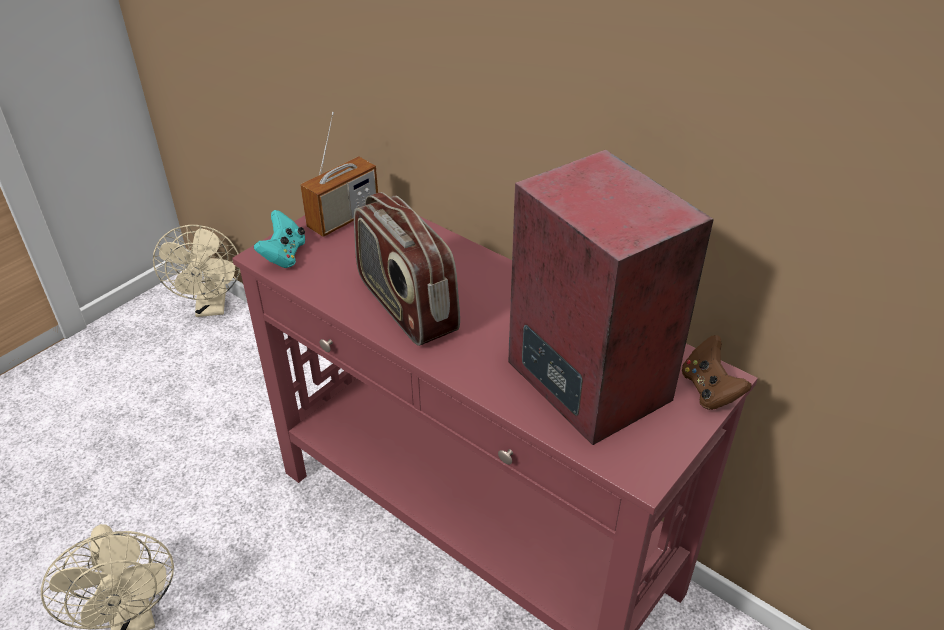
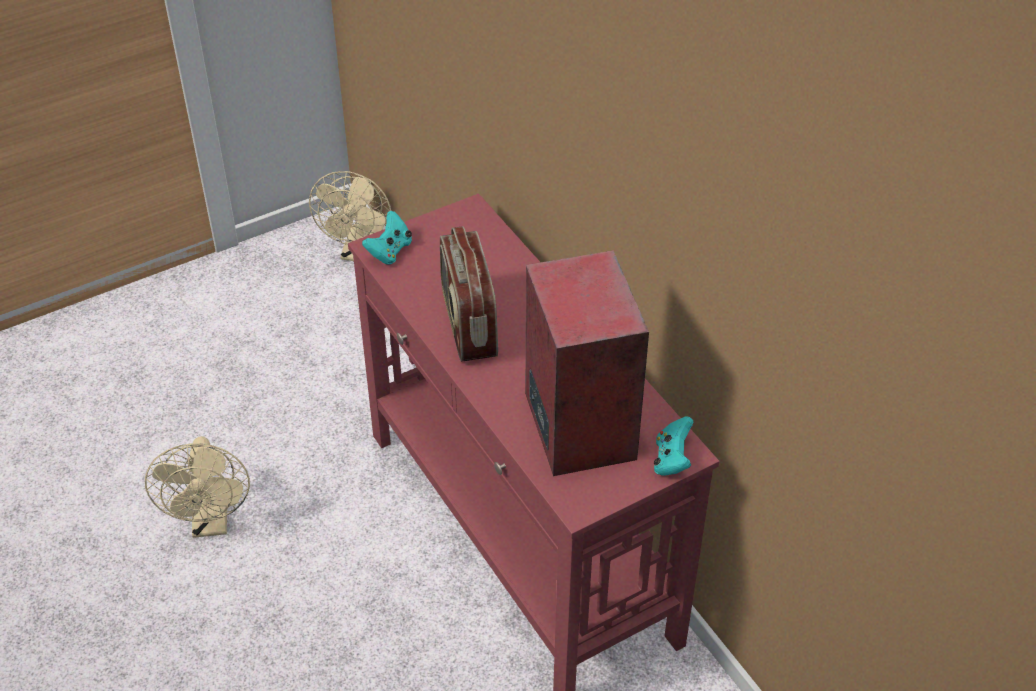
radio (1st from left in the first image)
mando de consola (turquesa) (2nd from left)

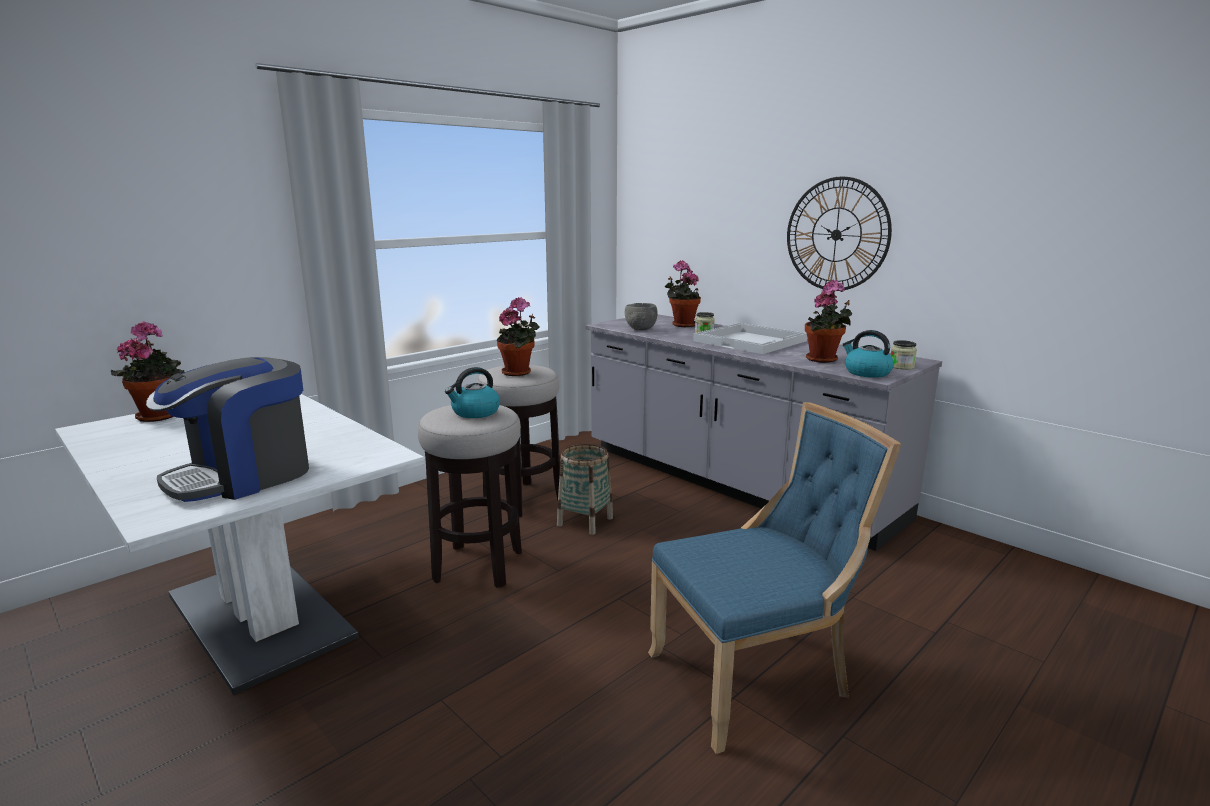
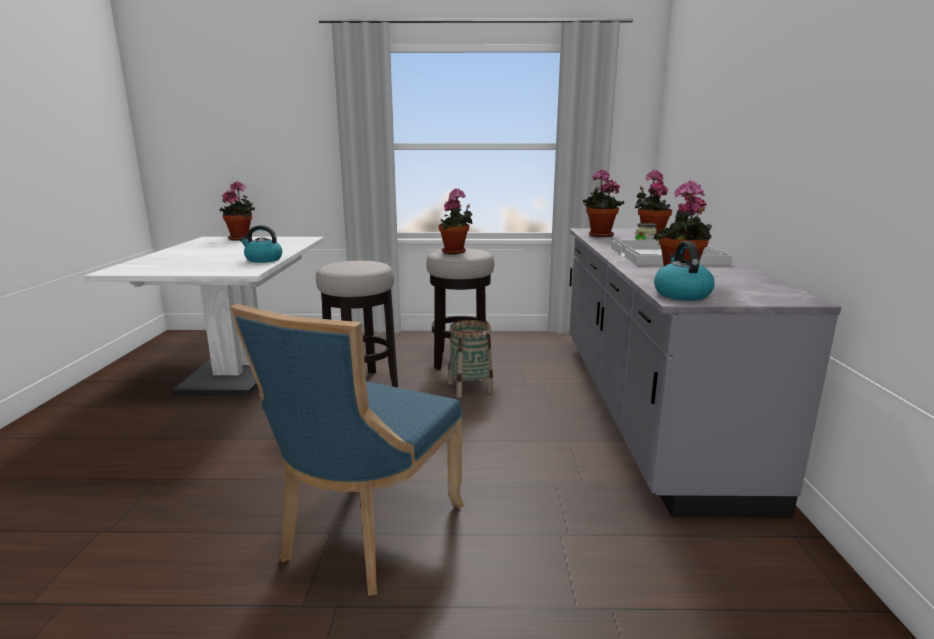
reloj de pared
planta en maceta (3rd from left)
tarro (2nd from left in the first image)
cafetera
hervidor (1st from left)
silla (azul)

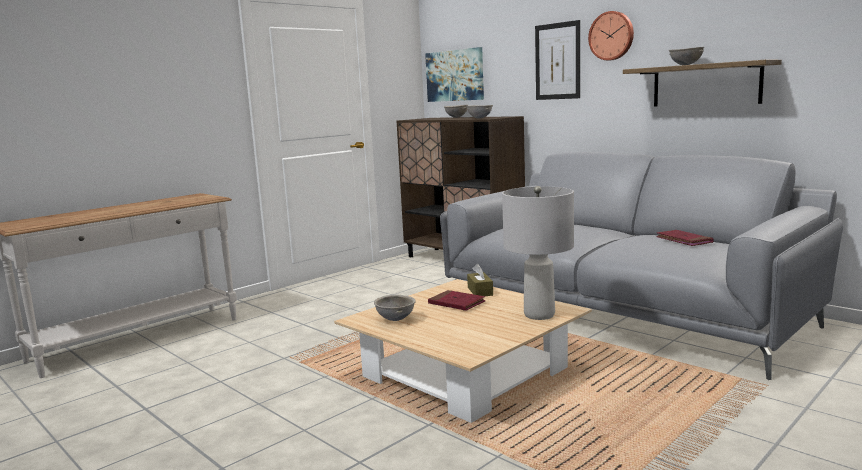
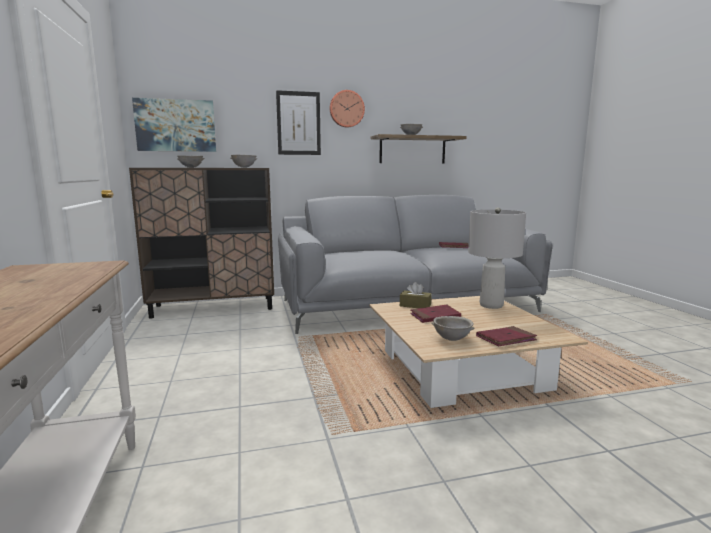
libro (rojo) (3rd from left)

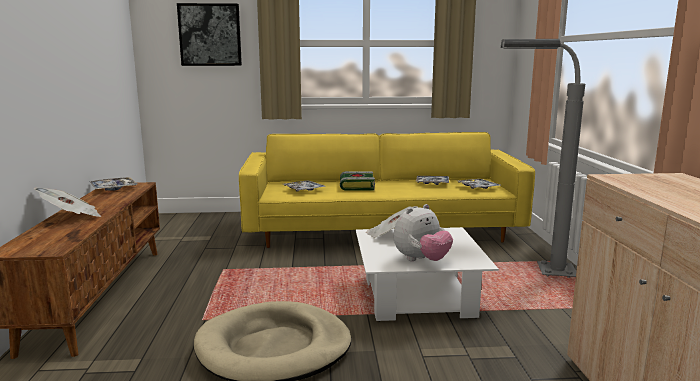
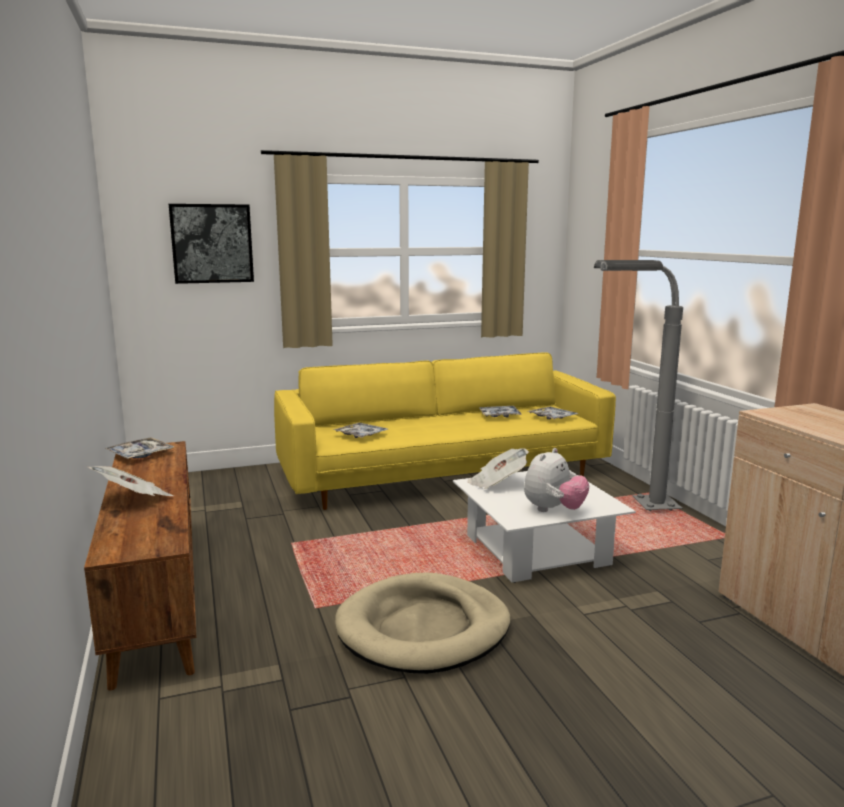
libro

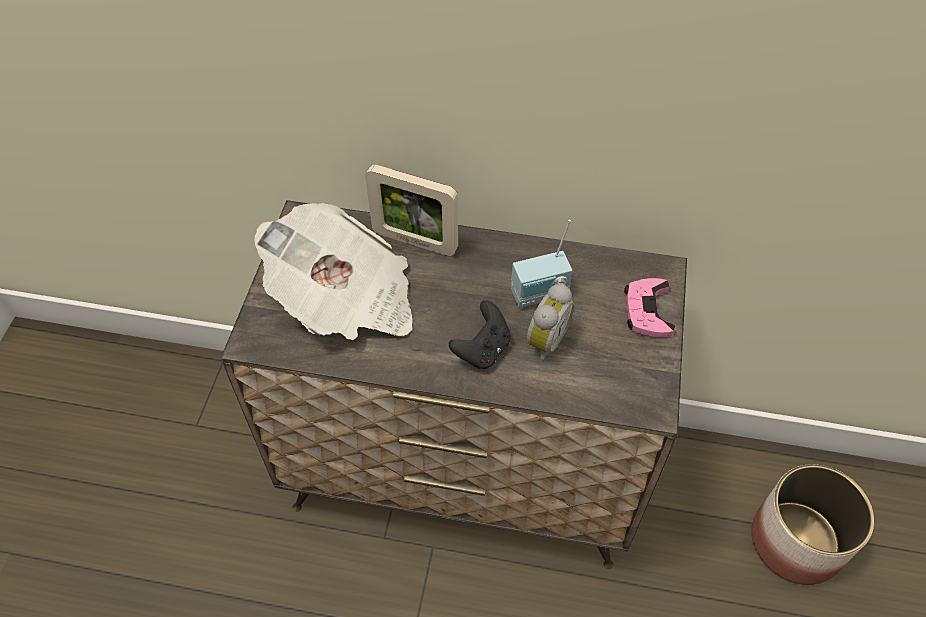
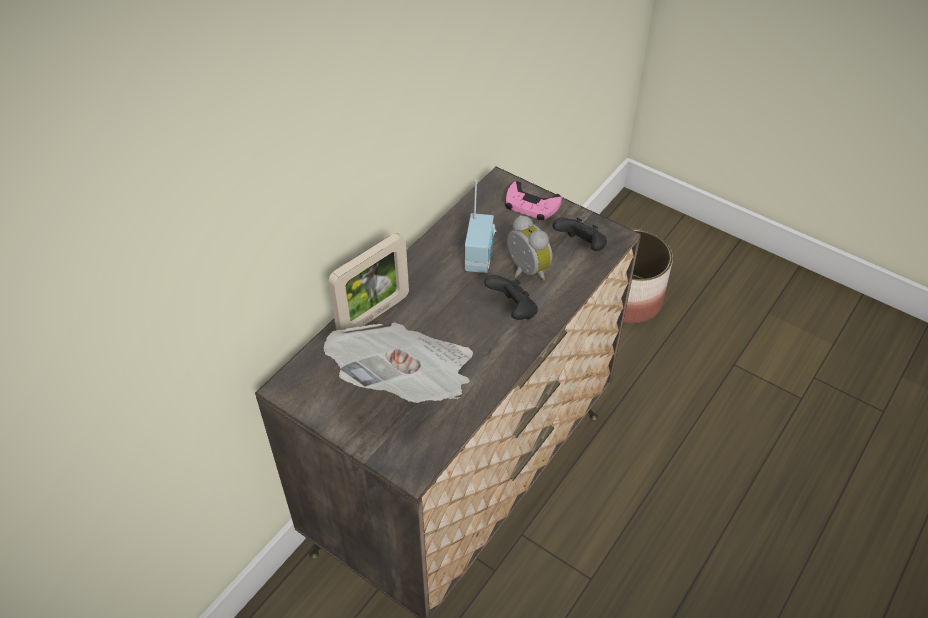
mando de consola (negro) (2nd from left)

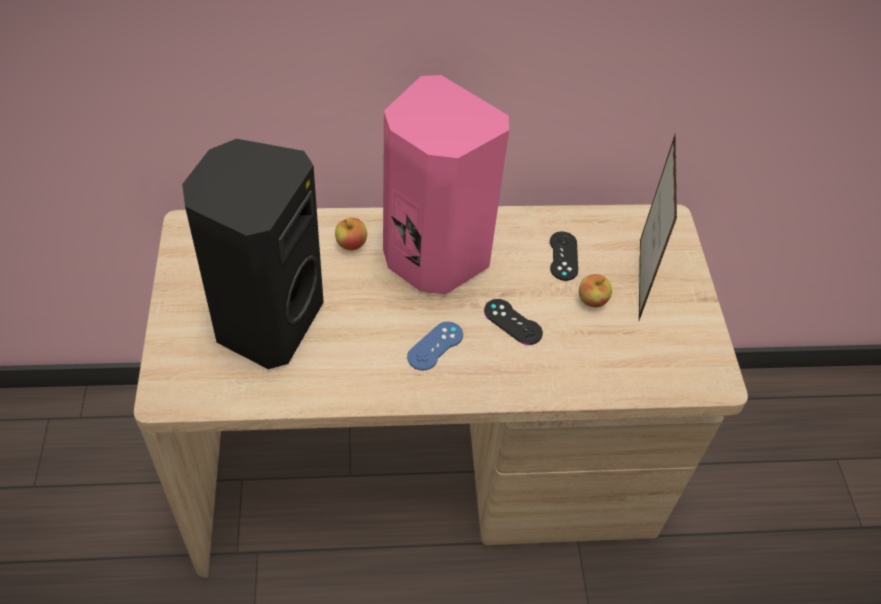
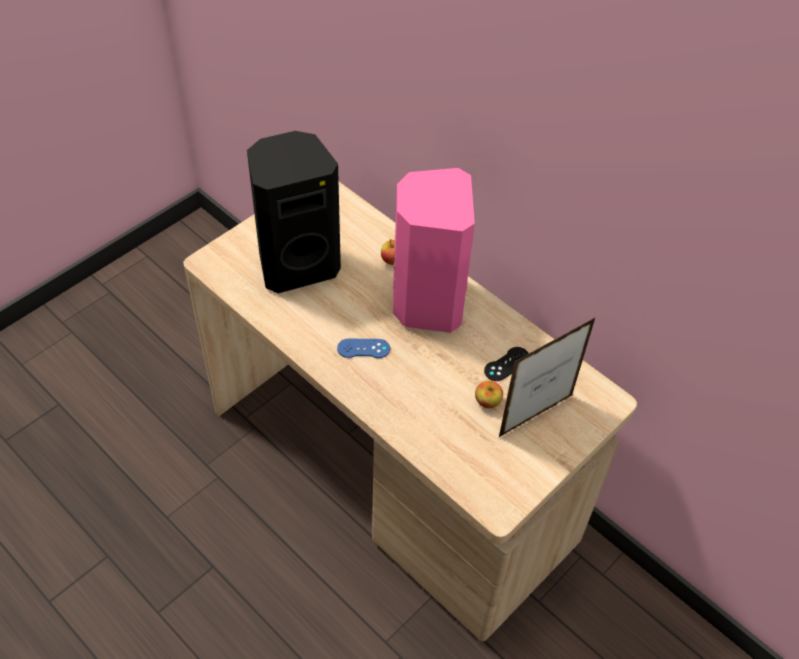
mando de consola (negro) (1st from left in the first image)

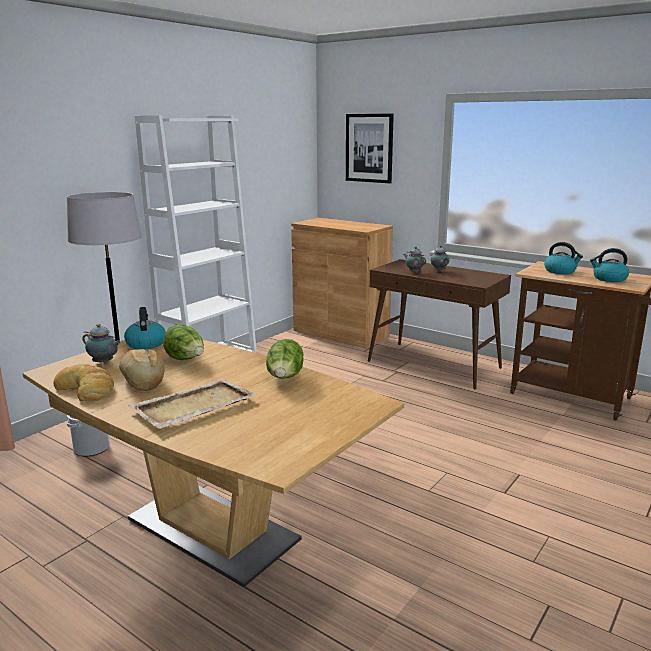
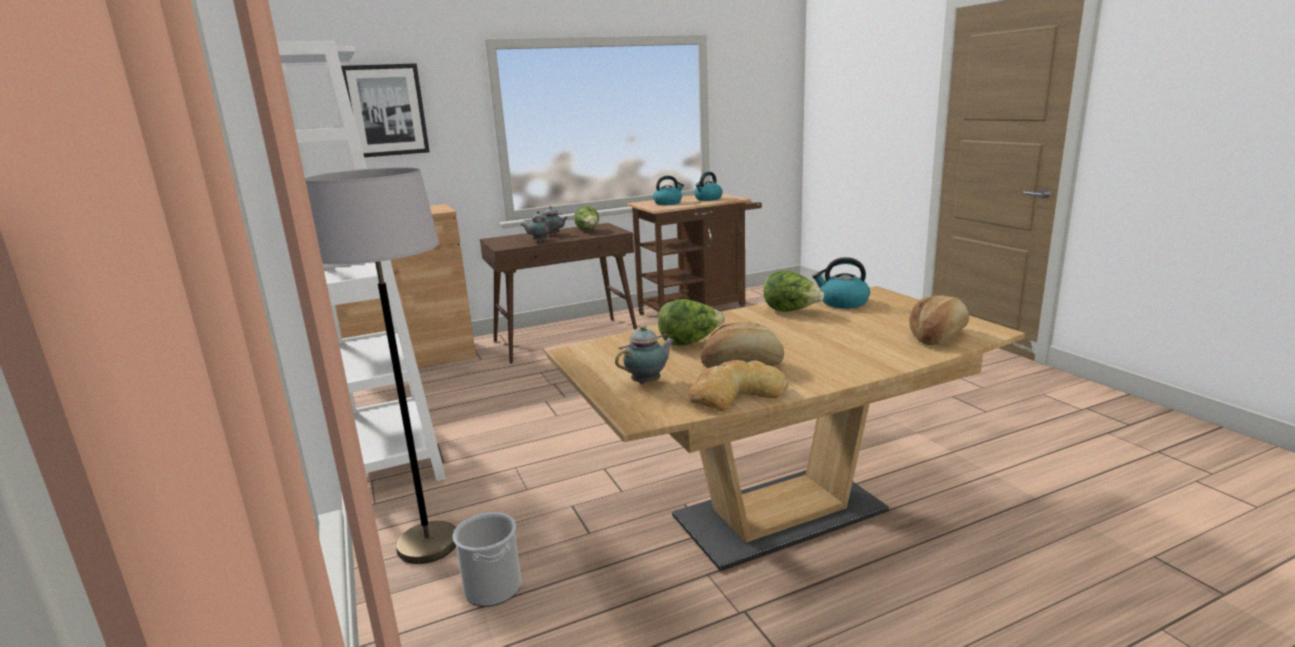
hervidor (3rd from left)
bandeja (beis)
lechuga (1st from left)
pan (3rd from left)

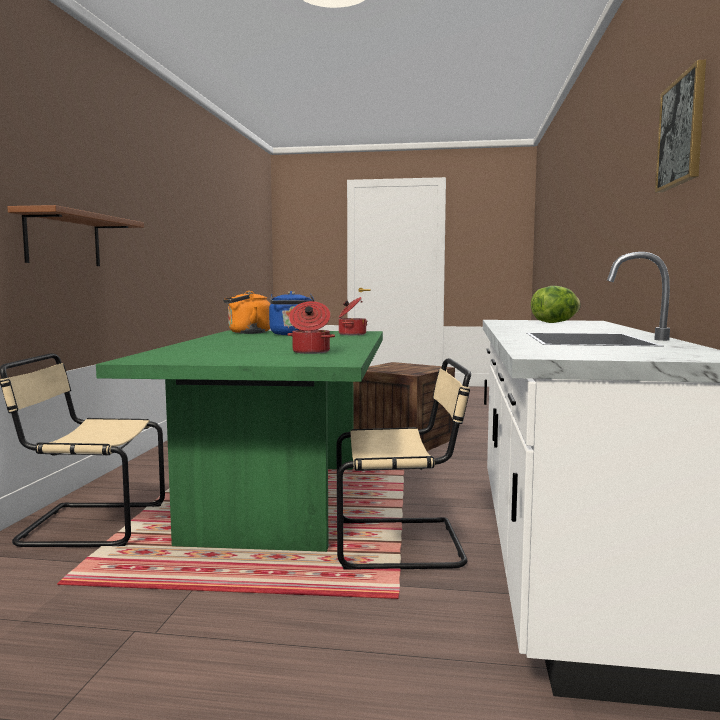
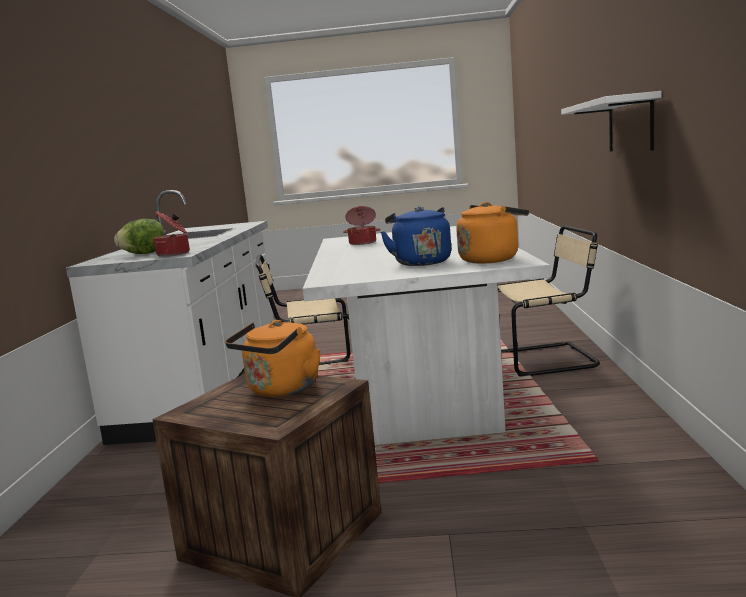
cuadro
estante (blanco)
olla (1st from left)
mesa de comedor (blanco)
hervidor (naranja) (1st from left)

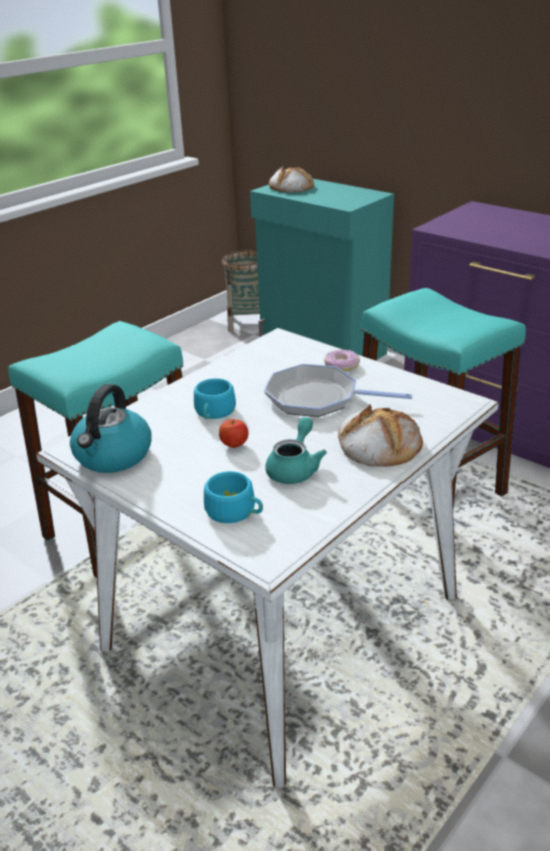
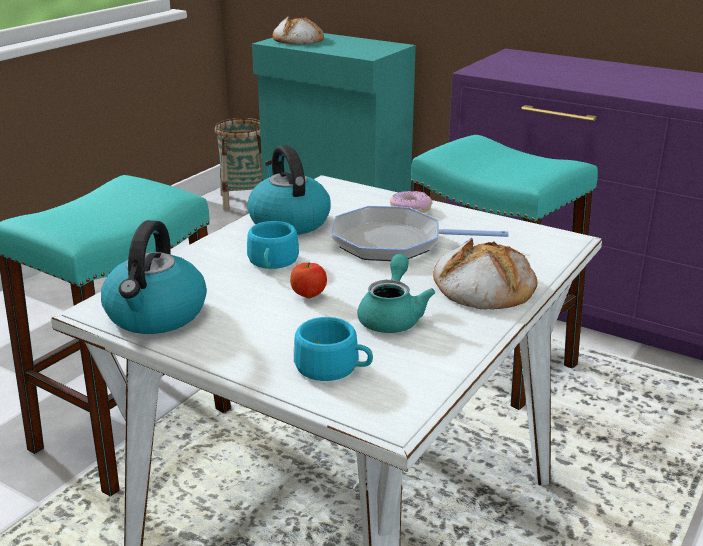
hervidor (2nd from left)

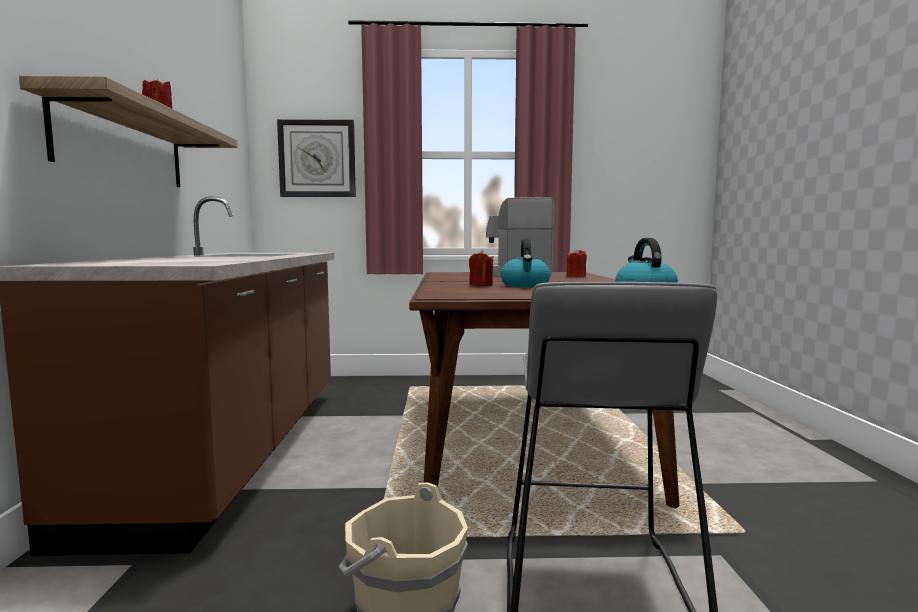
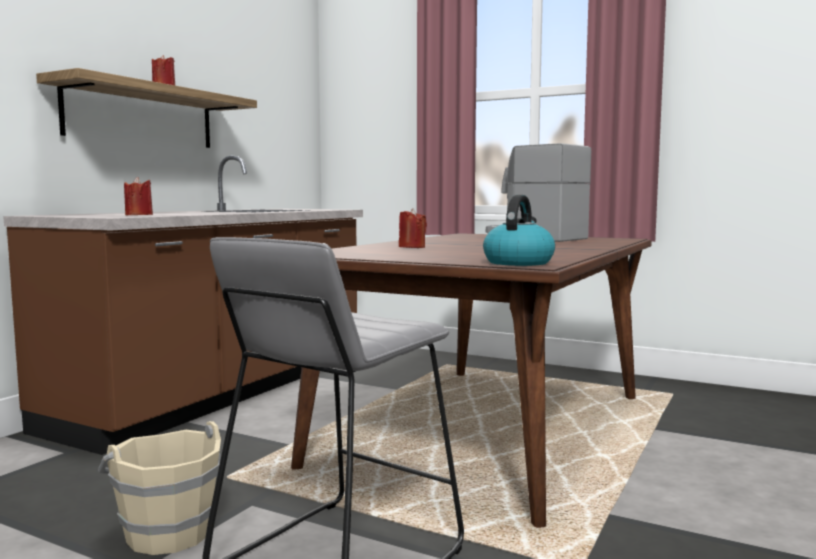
reloj de pared
hervidor (1st from left in the first image)
vela (rojo) (1st from left)

